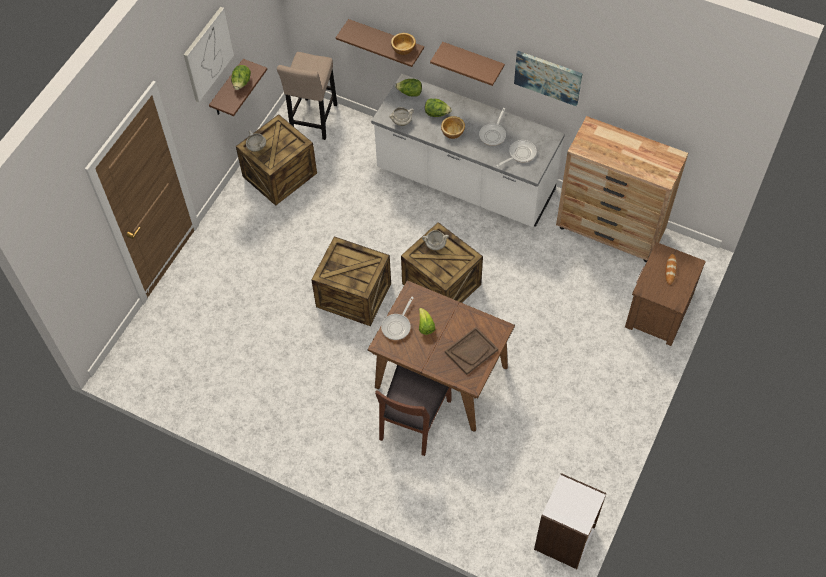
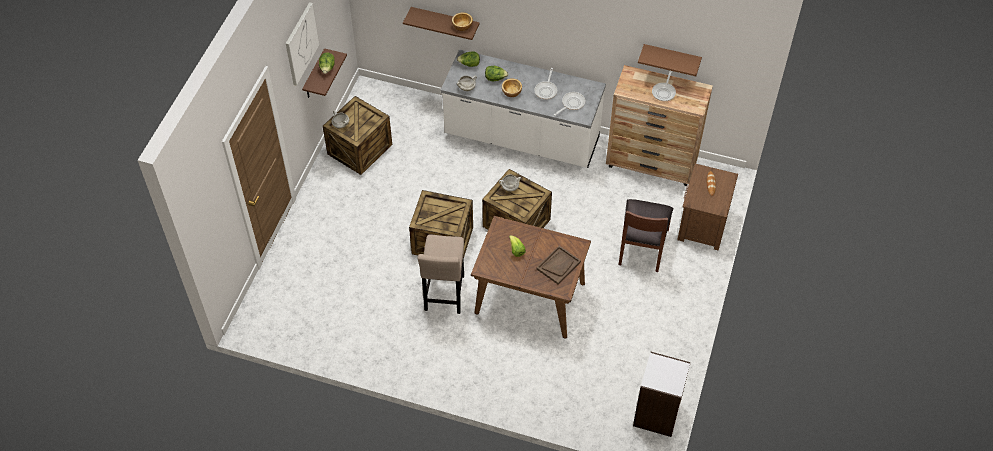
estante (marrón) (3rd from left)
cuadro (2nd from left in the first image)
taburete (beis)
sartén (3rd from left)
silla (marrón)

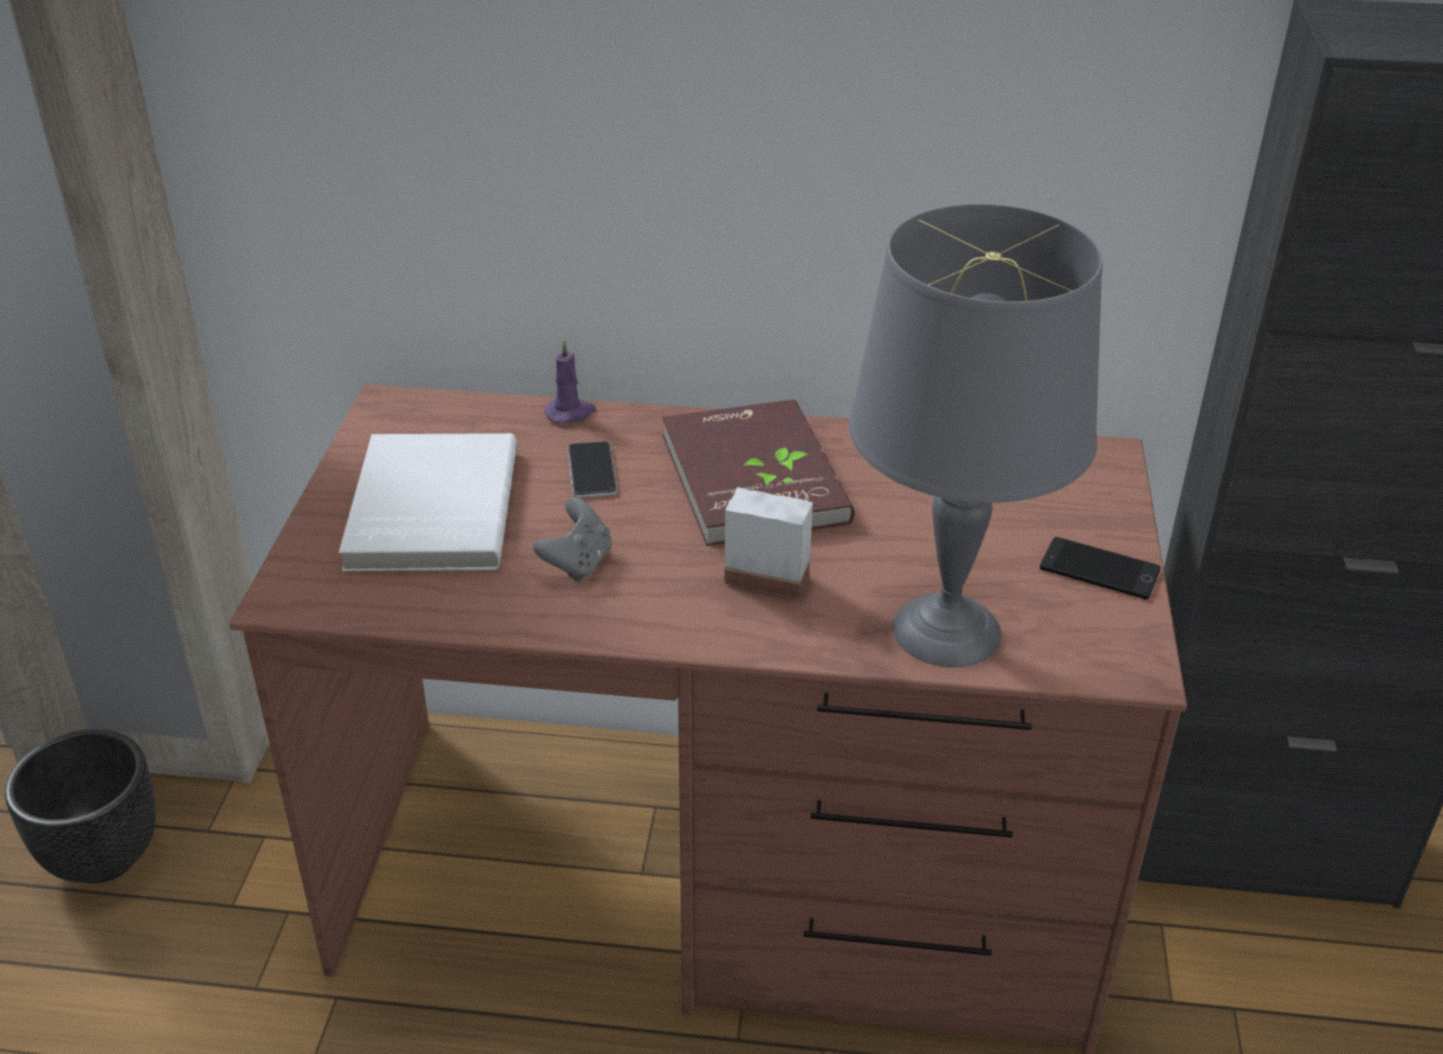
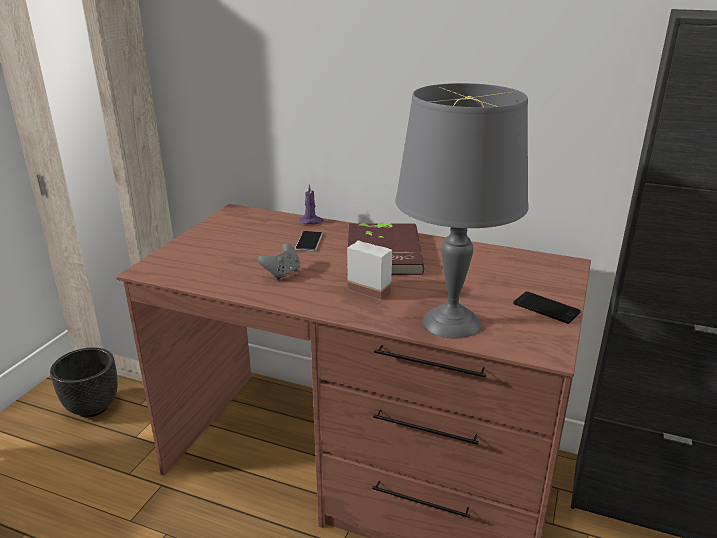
libro (blanco)

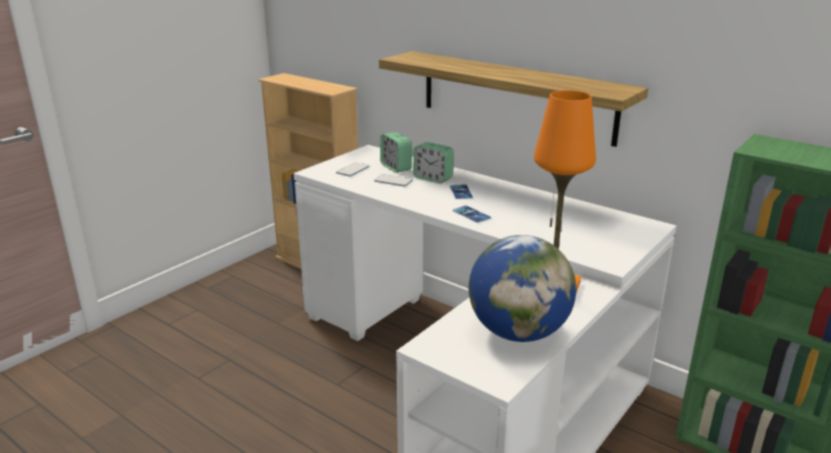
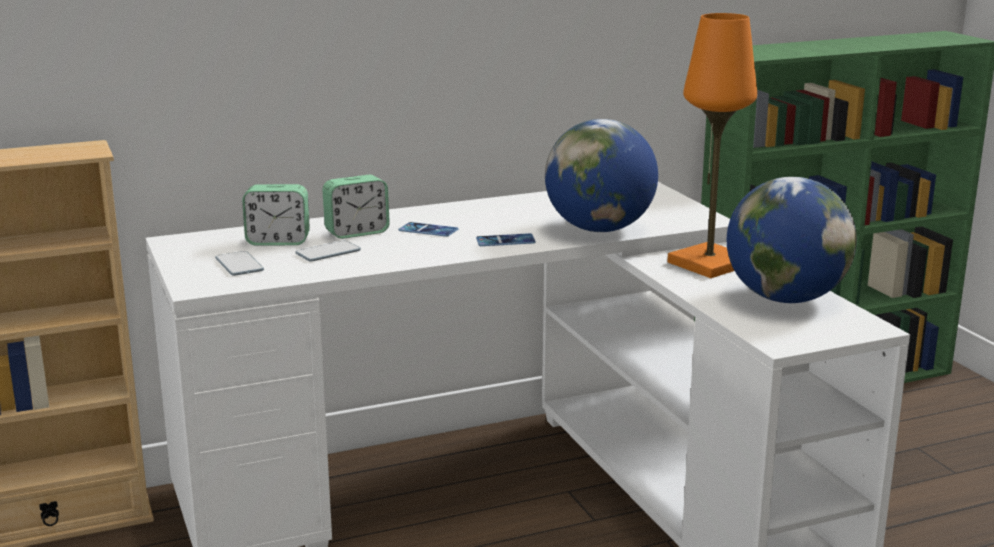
estante
globo terráqueo (1st from left)

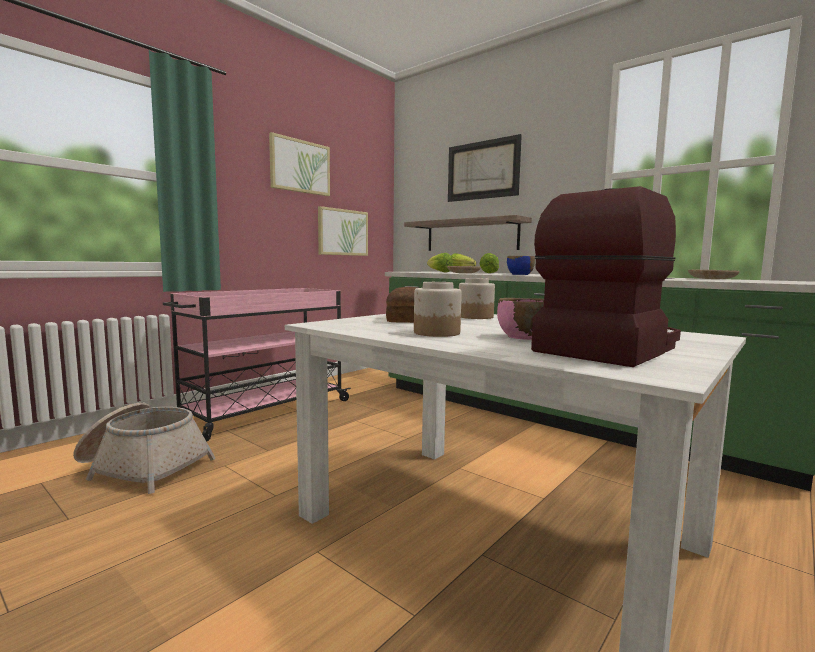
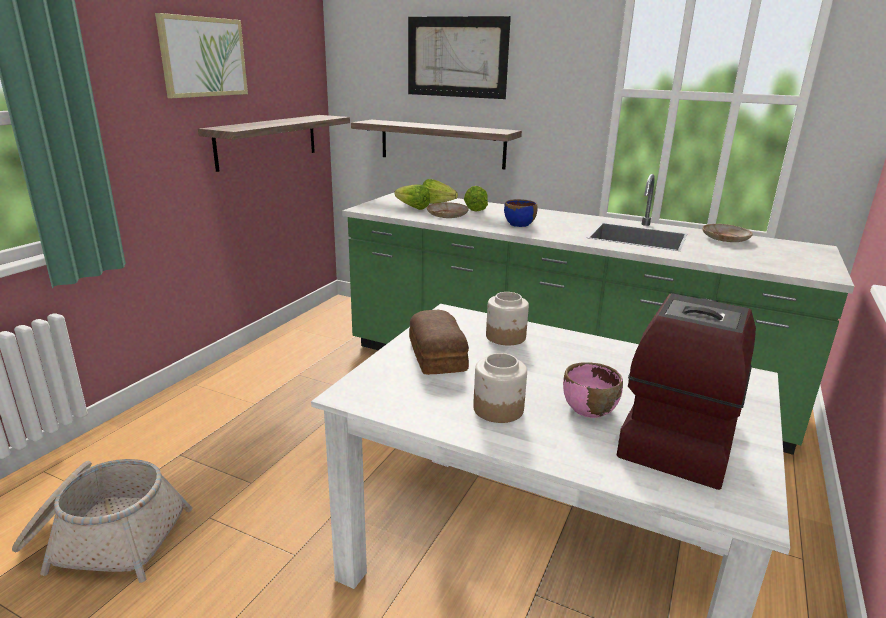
estante (1st from left)
carrito (rosa)

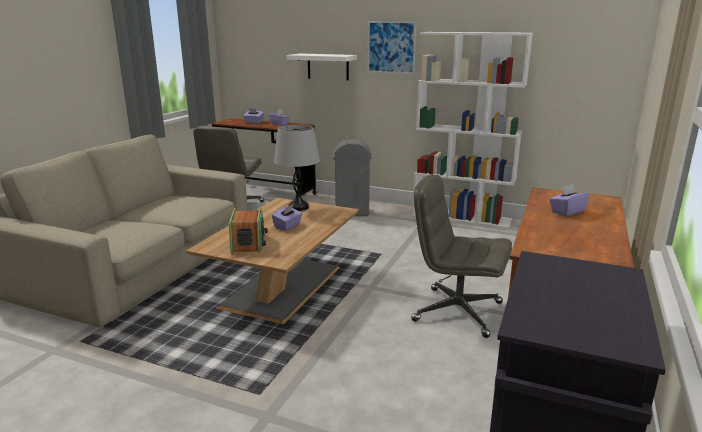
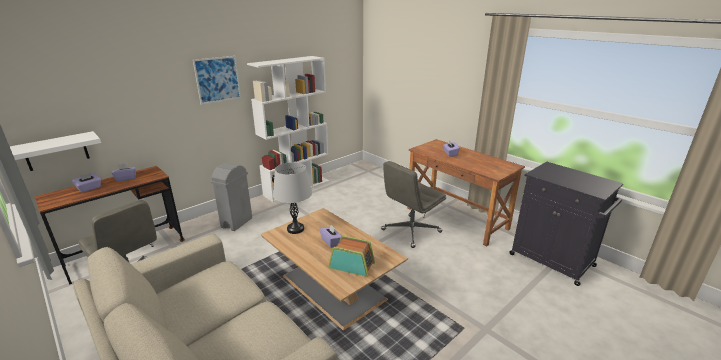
estante (blanco)

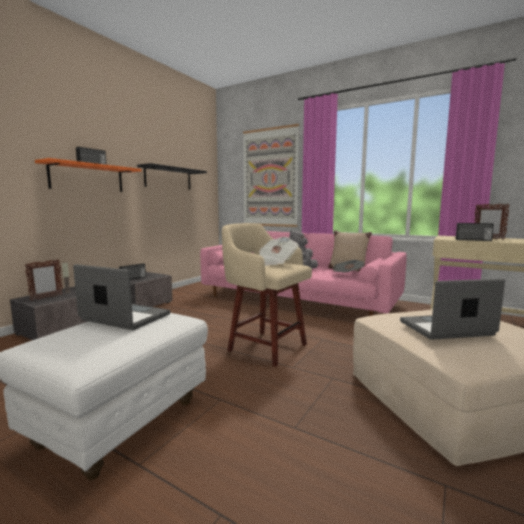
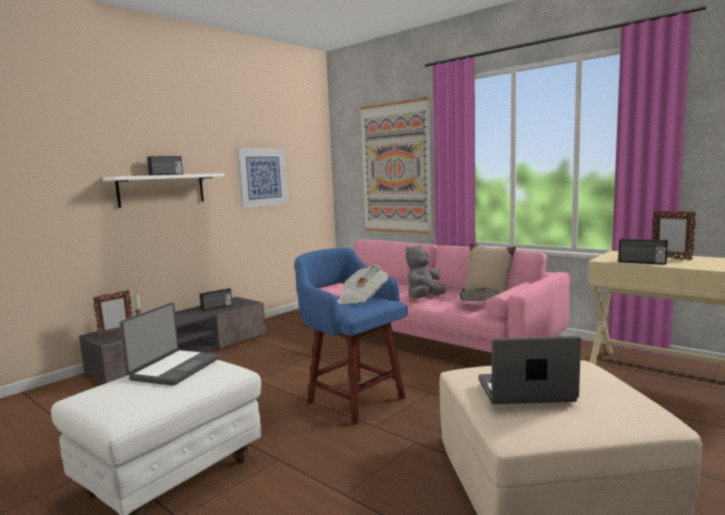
estante (blanco)
cuadro (1st from left)
taburete (azul)
portátil (1st from left)

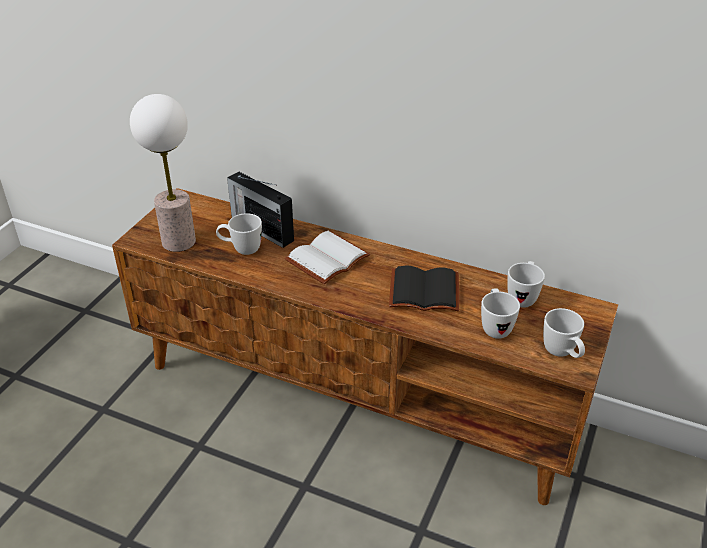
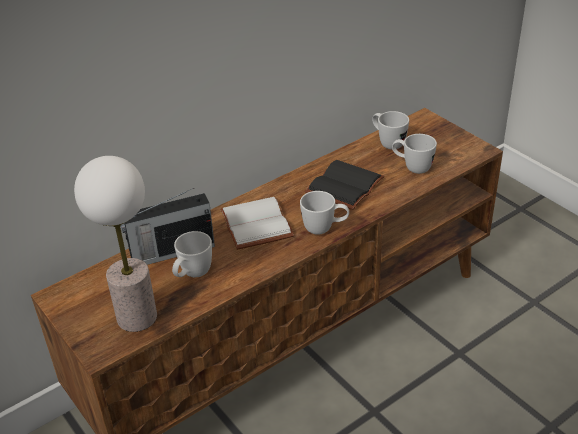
taza grande (blanco) (2nd from left)

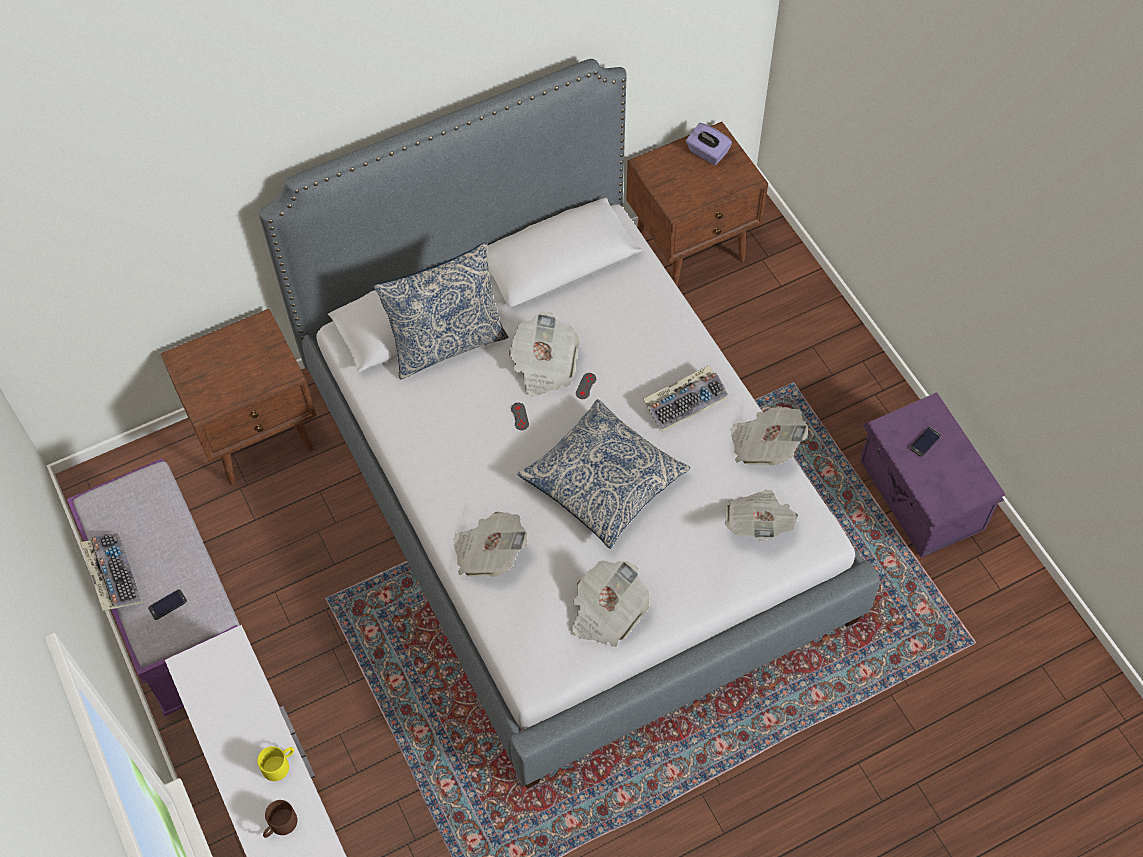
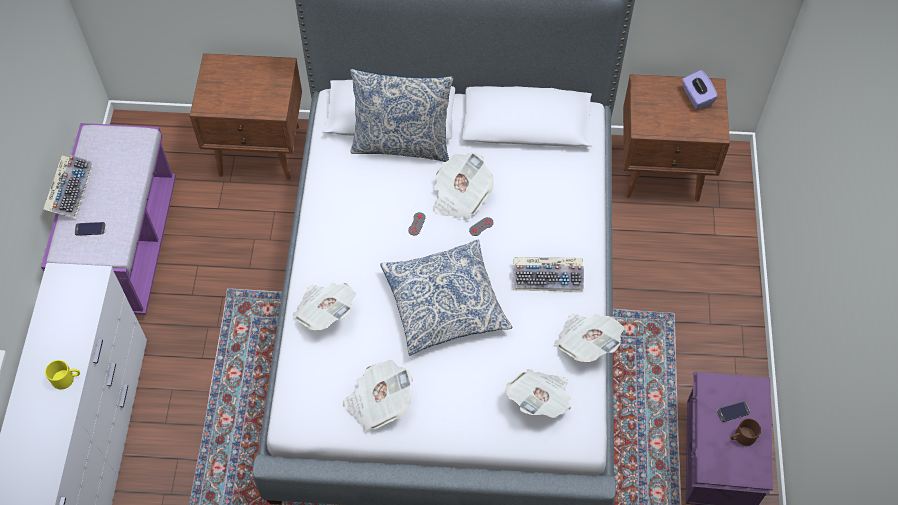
taza grande (marrón)

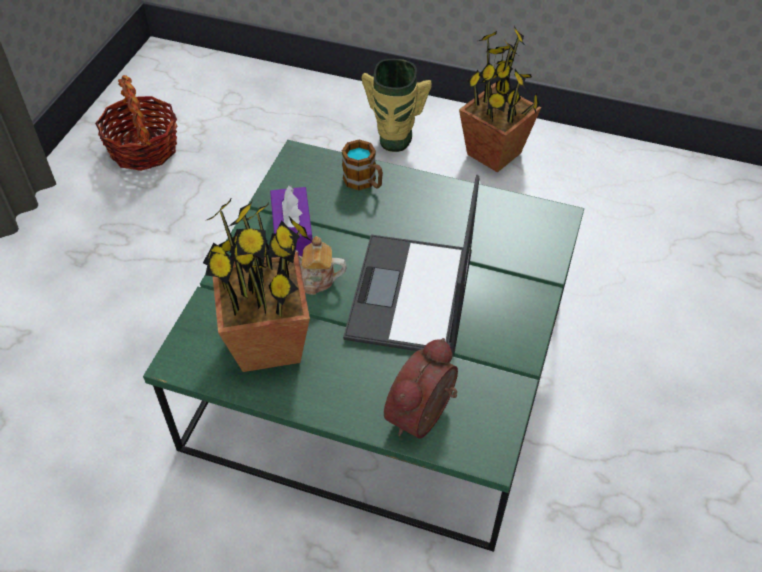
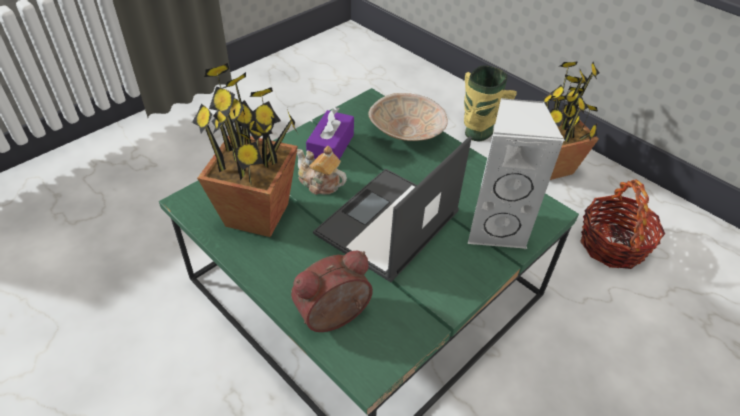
cesta
cuenco (beis)
altavoz (blanco)

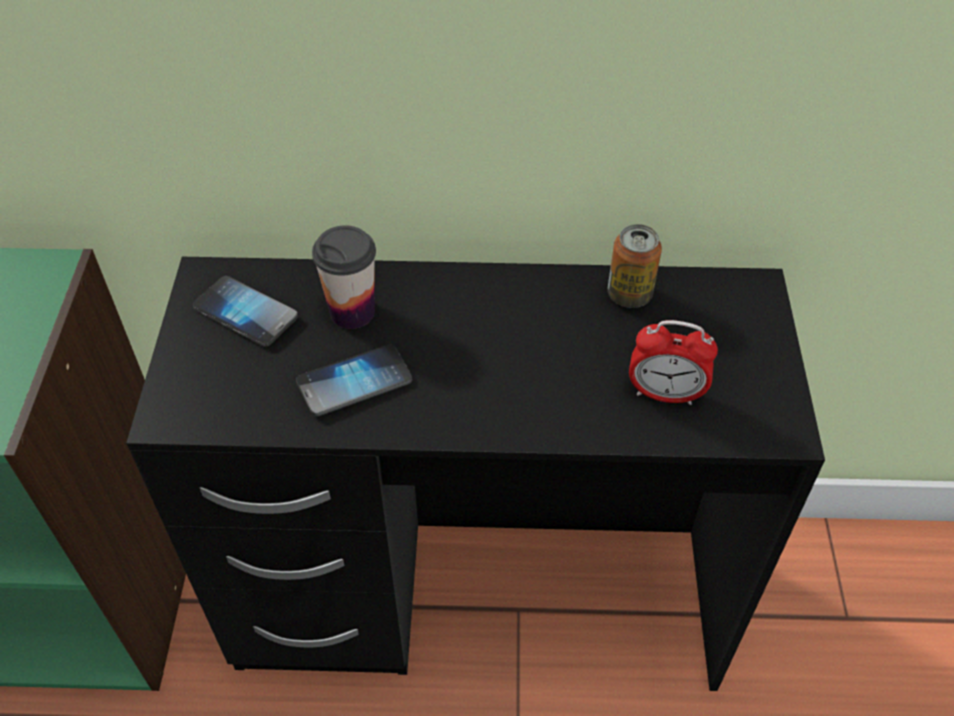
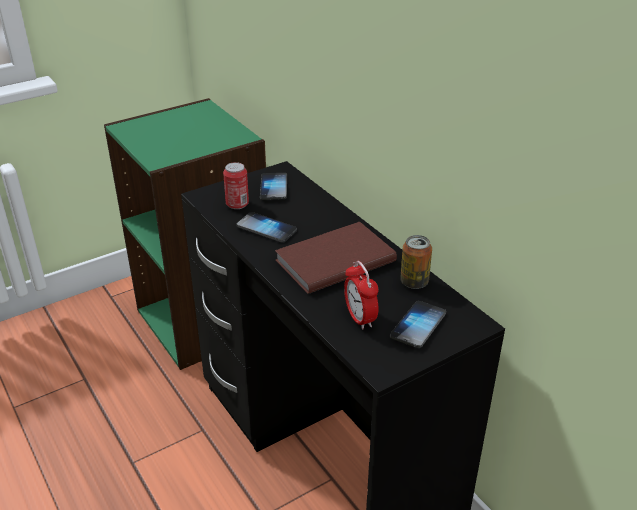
taza
lata (1st from left)
libro (marrón)
móvil (3rd from left)

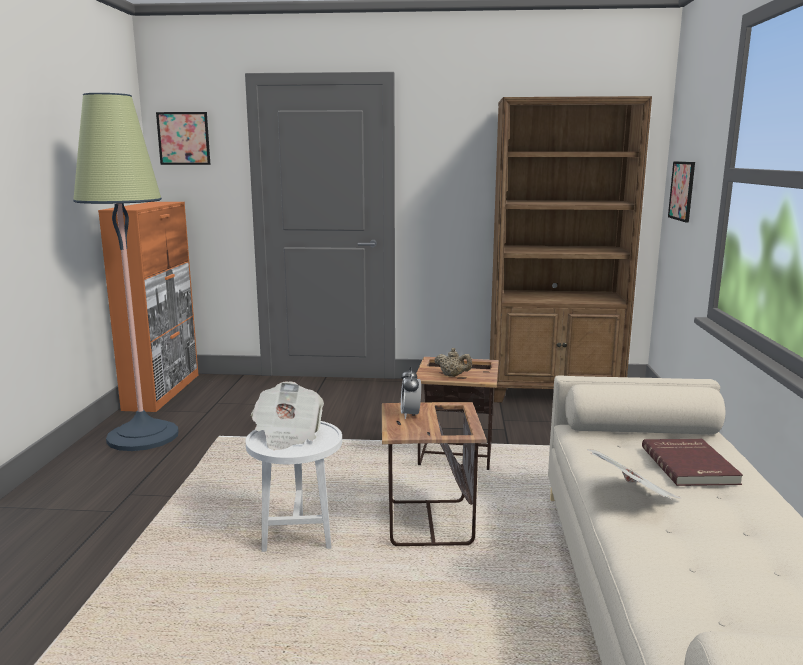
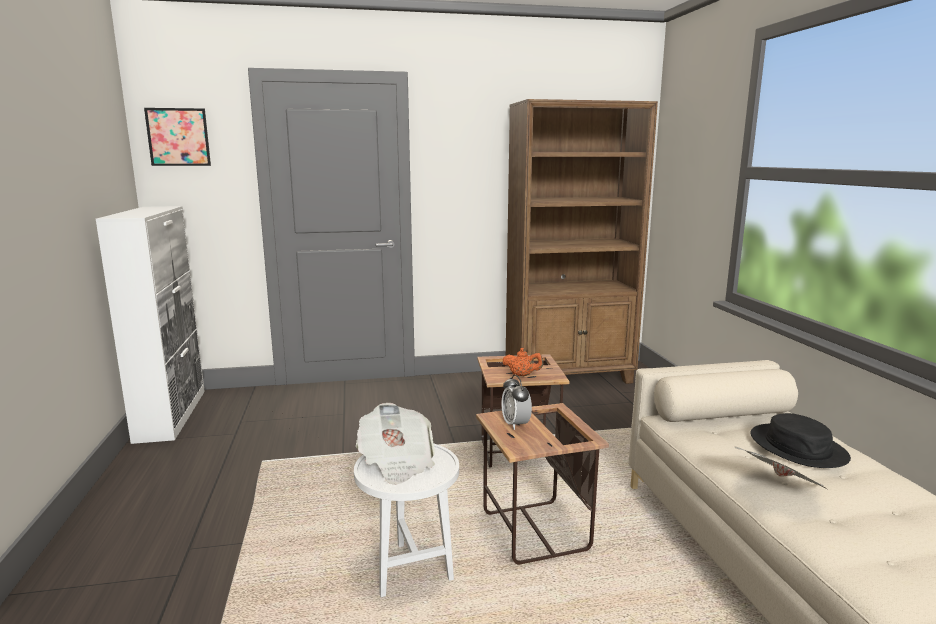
lámpara de pie
cuadro (2nd from left in the first image)
armario (blanco)
tetera (naranja)
sombrero (negro)

